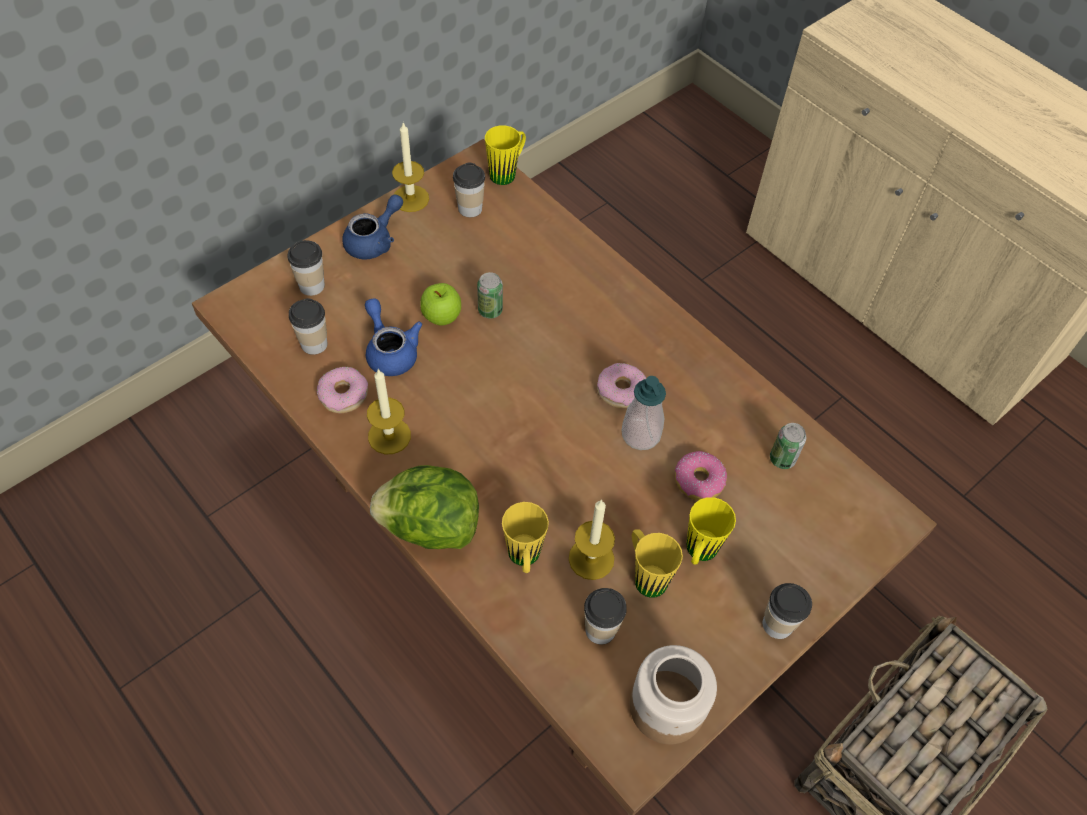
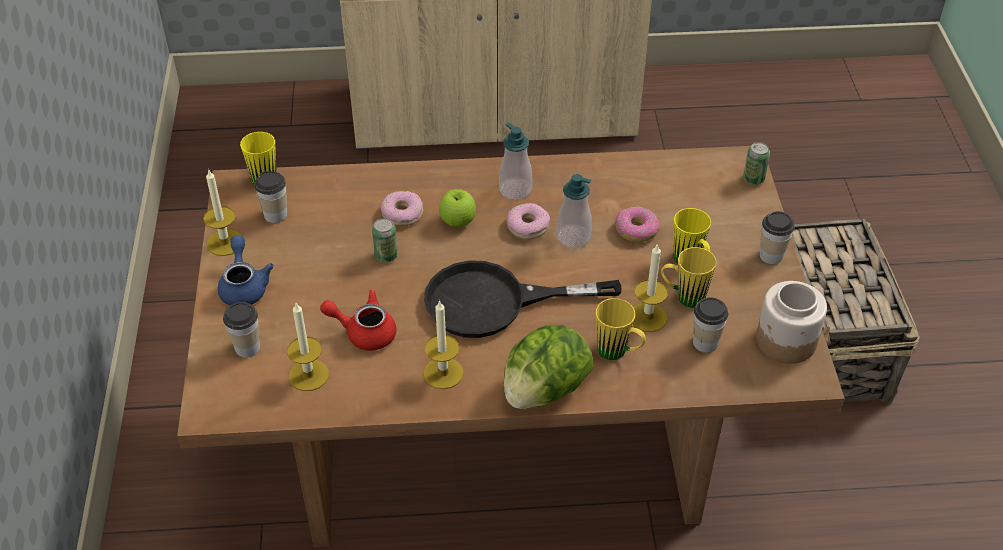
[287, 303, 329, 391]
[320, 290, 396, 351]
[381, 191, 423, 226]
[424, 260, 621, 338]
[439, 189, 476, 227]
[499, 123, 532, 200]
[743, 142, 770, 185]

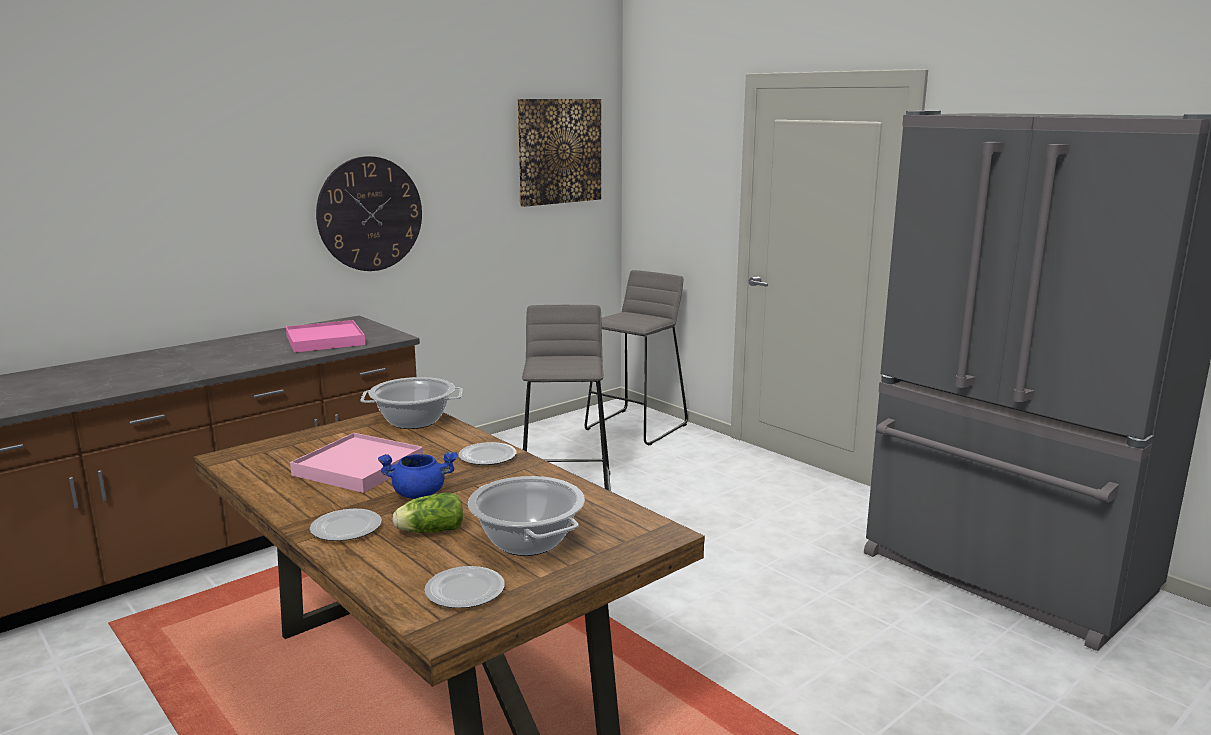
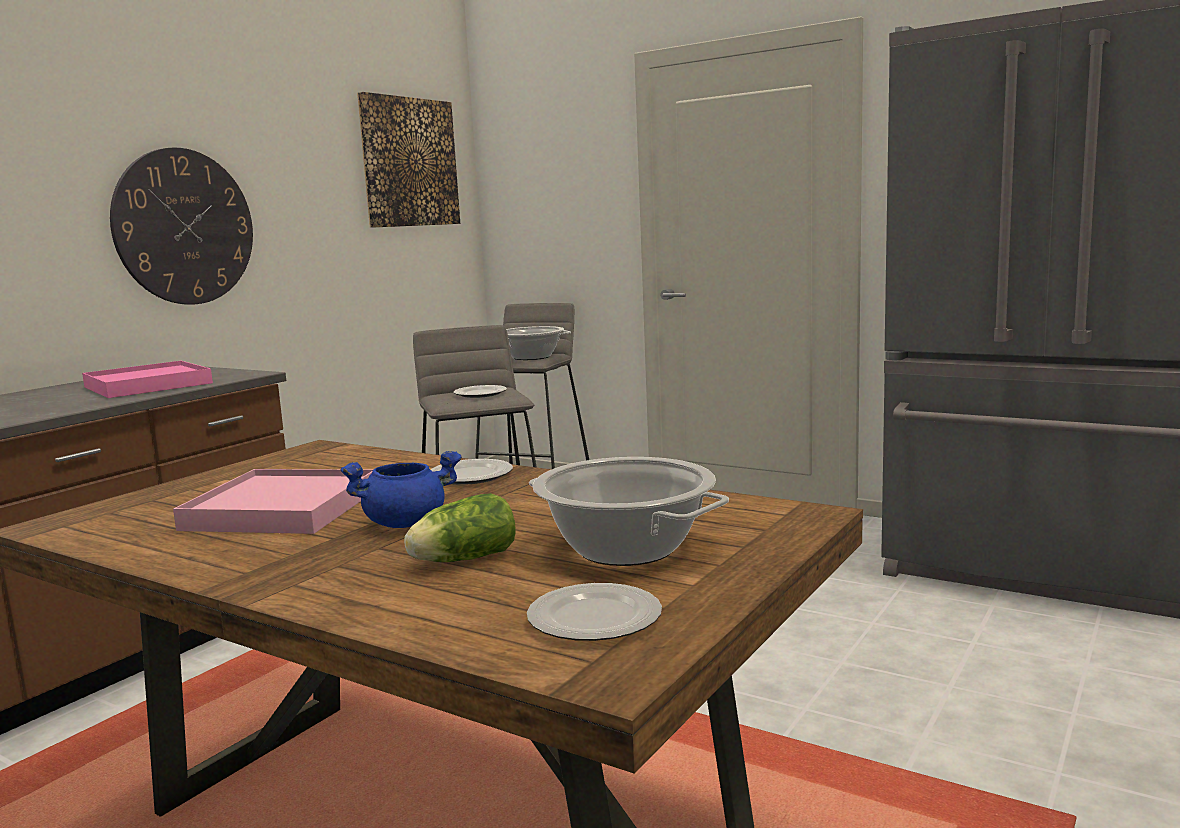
[454, 385, 507, 398]
[506, 326, 571, 360]

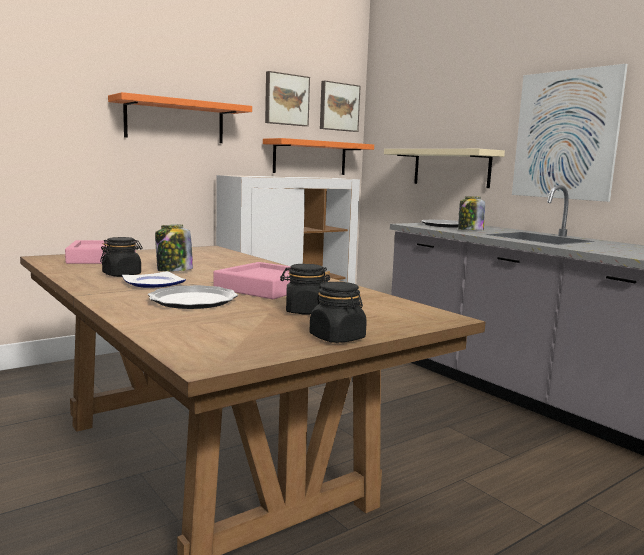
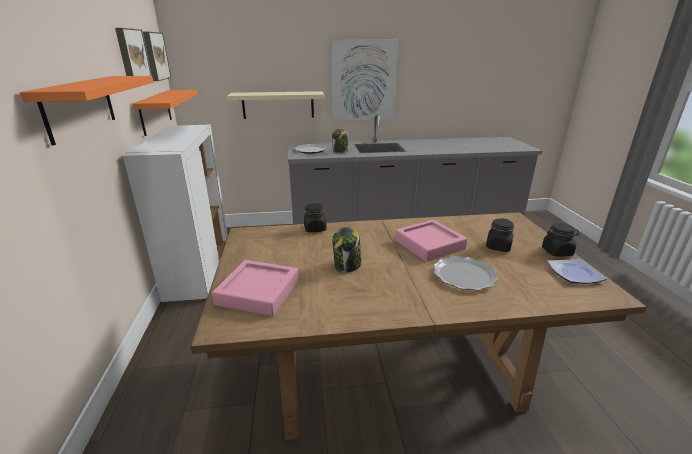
[304, 203, 327, 232]
[547, 259, 607, 284]

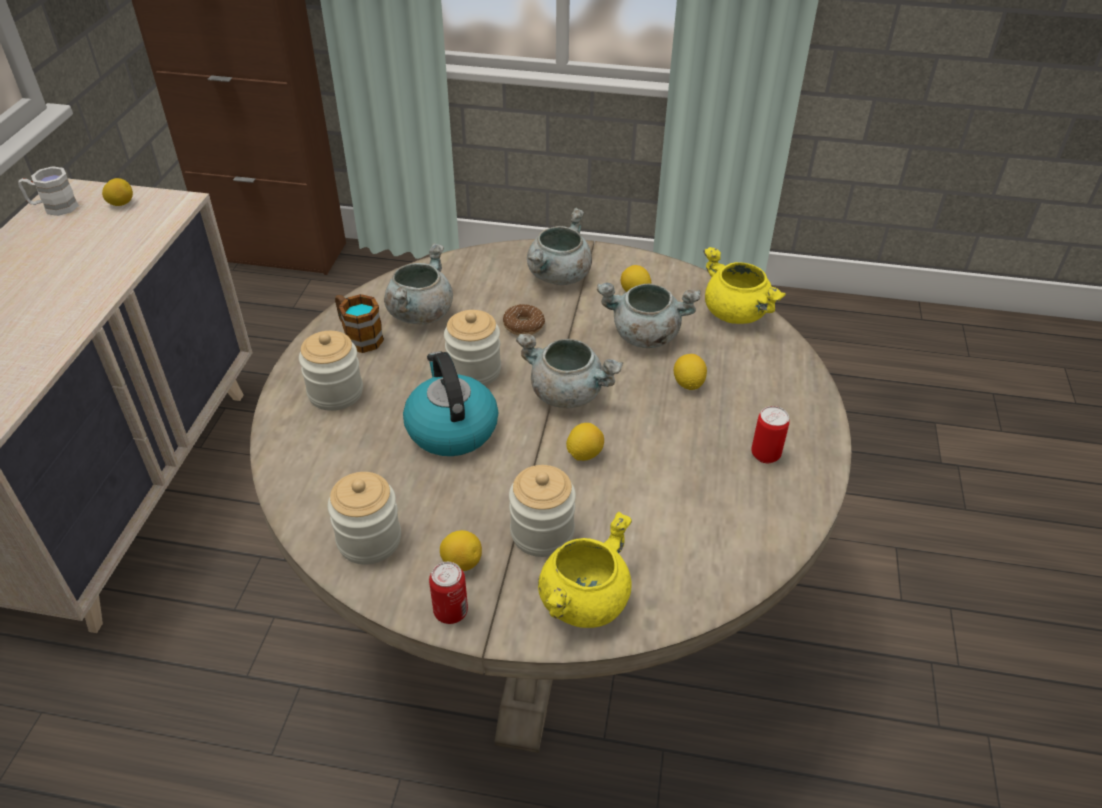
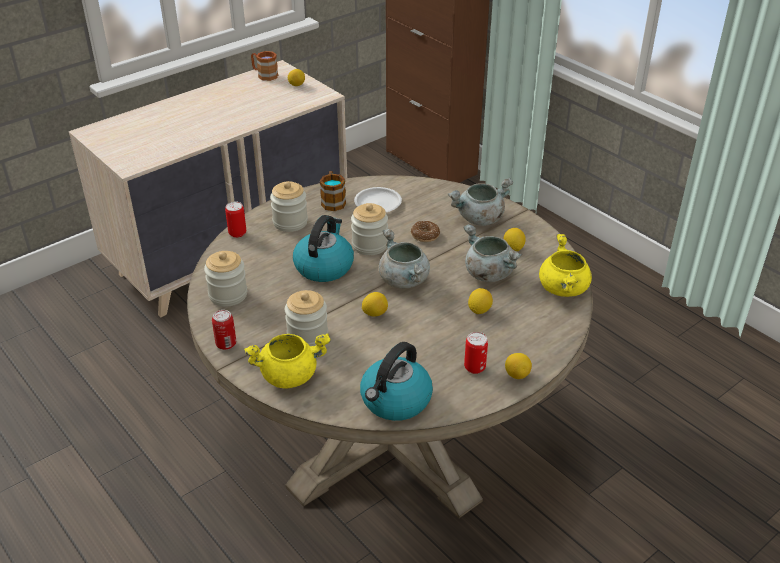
[225, 201, 246, 238]
[251, 51, 278, 81]
[354, 187, 402, 212]
[360, 342, 433, 421]
[505, 353, 532, 379]

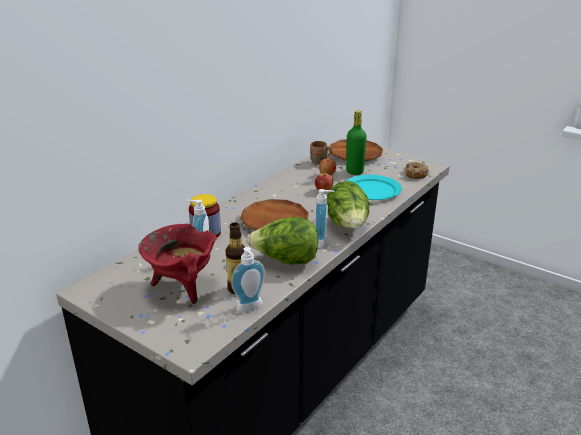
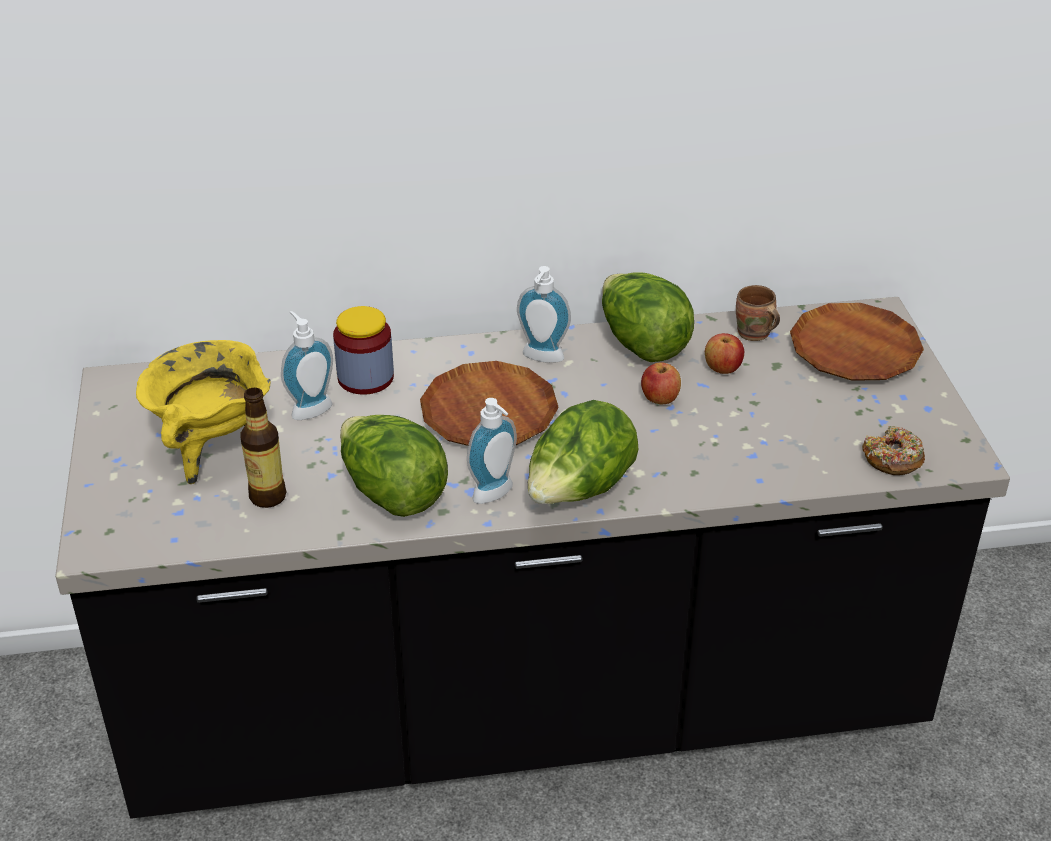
[136, 340, 271, 484]
[517, 266, 571, 363]
[602, 272, 694, 362]
[346, 111, 367, 175] (first image)
[347, 175, 402, 200] (first image)

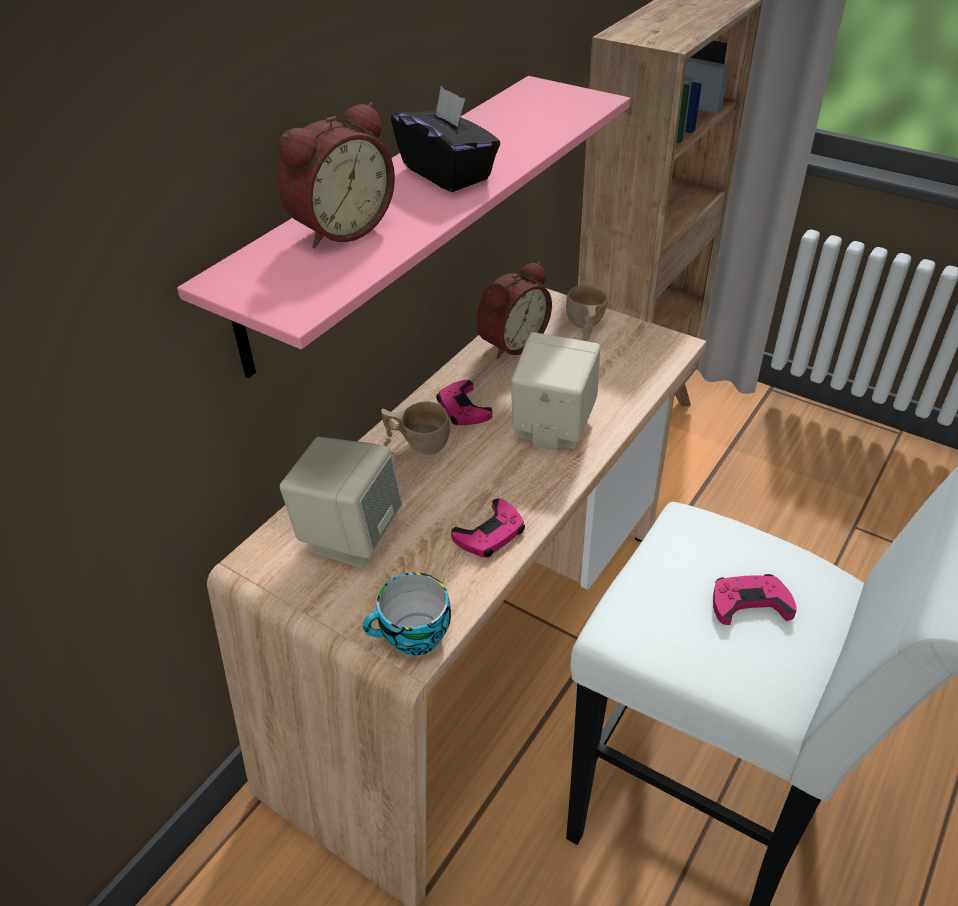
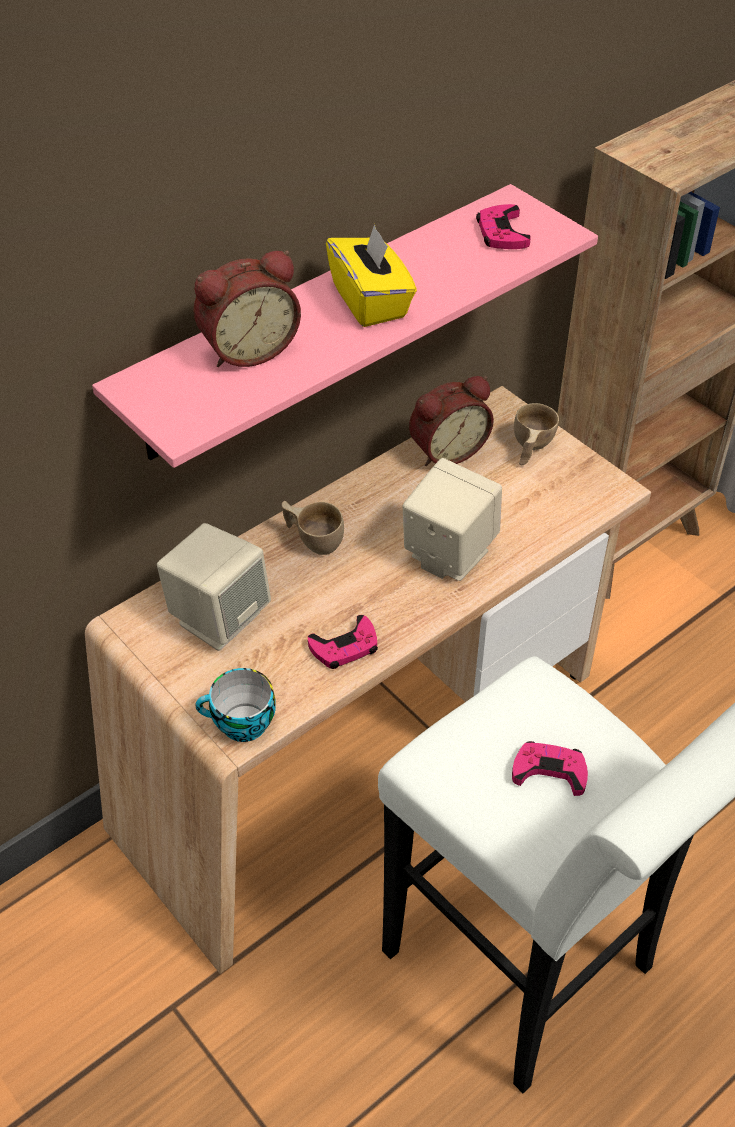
[326, 224, 417, 327]
[476, 204, 531, 249]

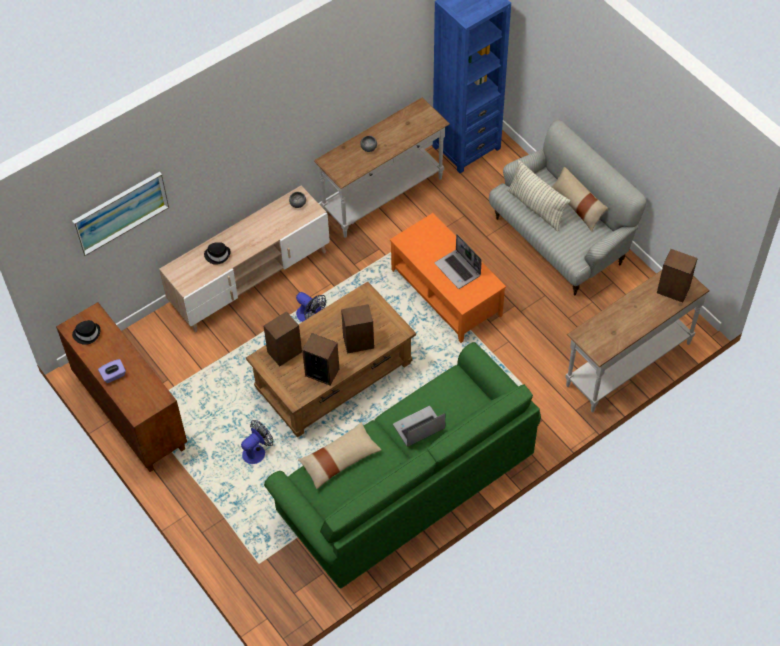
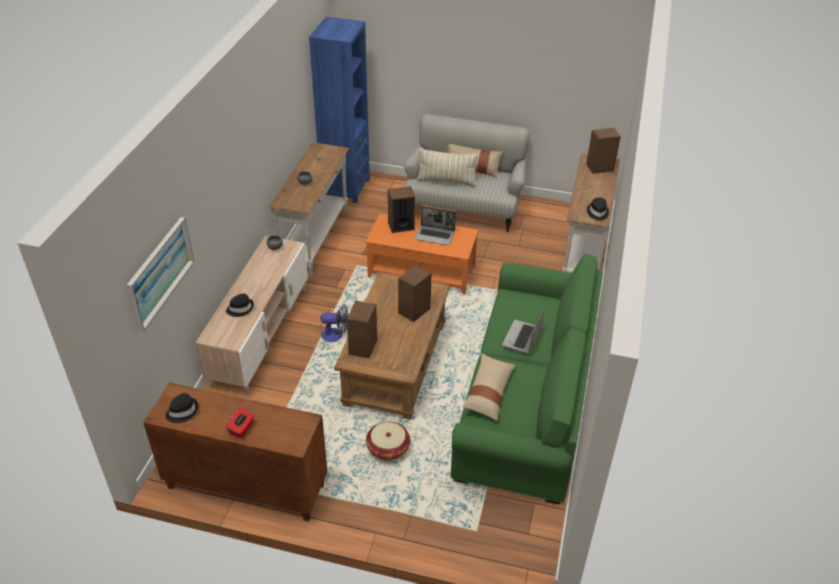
[226, 408, 254, 438]
[366, 422, 410, 461]
[388, 186, 415, 233]
[587, 197, 609, 221]

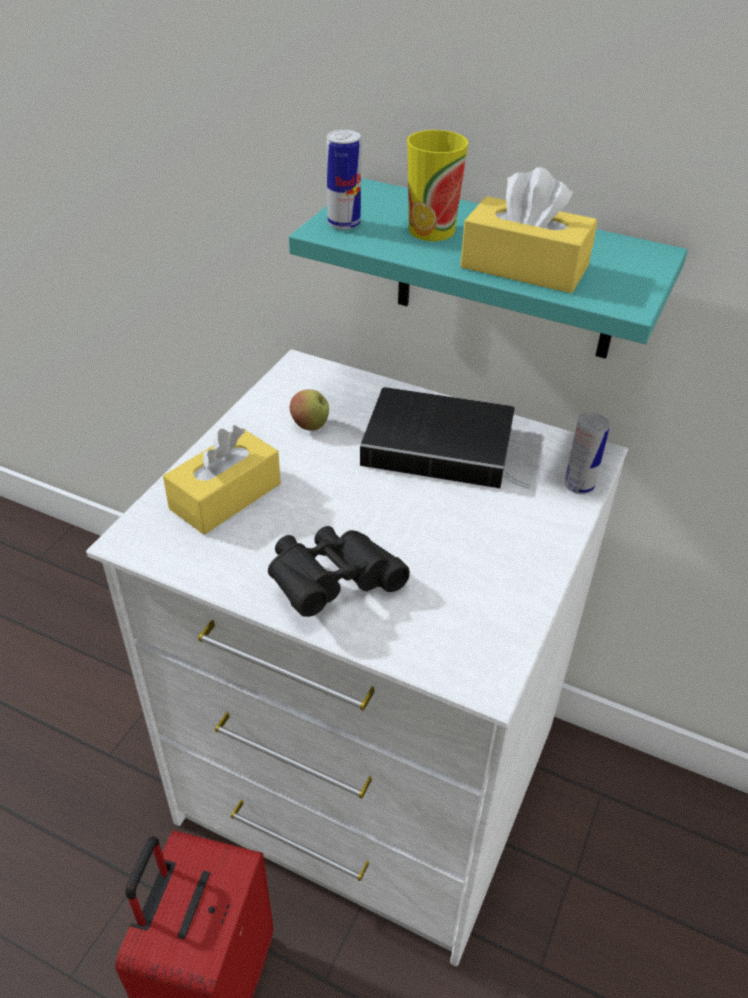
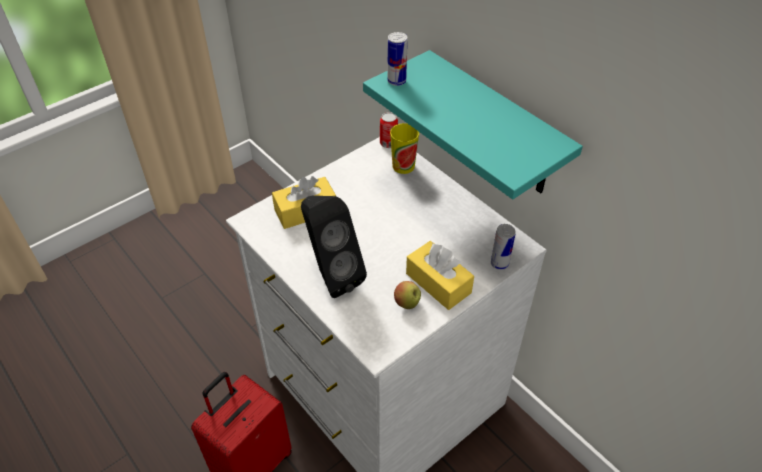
[301, 196, 367, 298]
[380, 112, 398, 148]
[390, 123, 419, 174]
[394, 281, 421, 309]
[406, 241, 474, 310]
[360, 387, 531, 488] (first image)

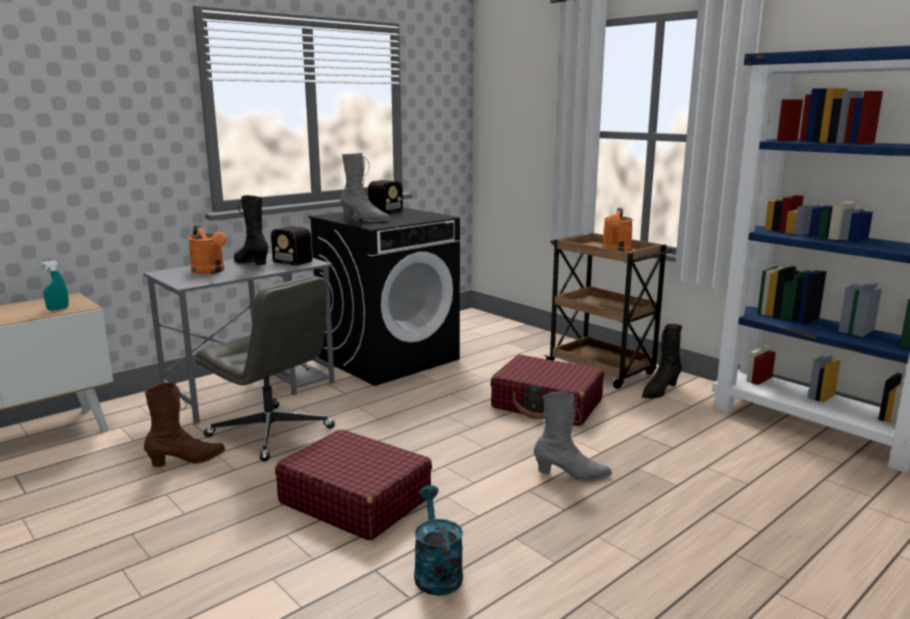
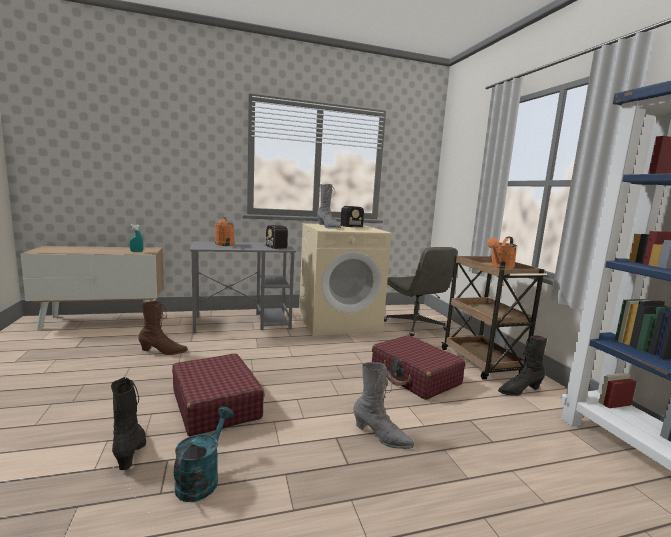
[111, 377, 146, 470]
[299, 223, 392, 336]
[384, 247, 458, 336]

